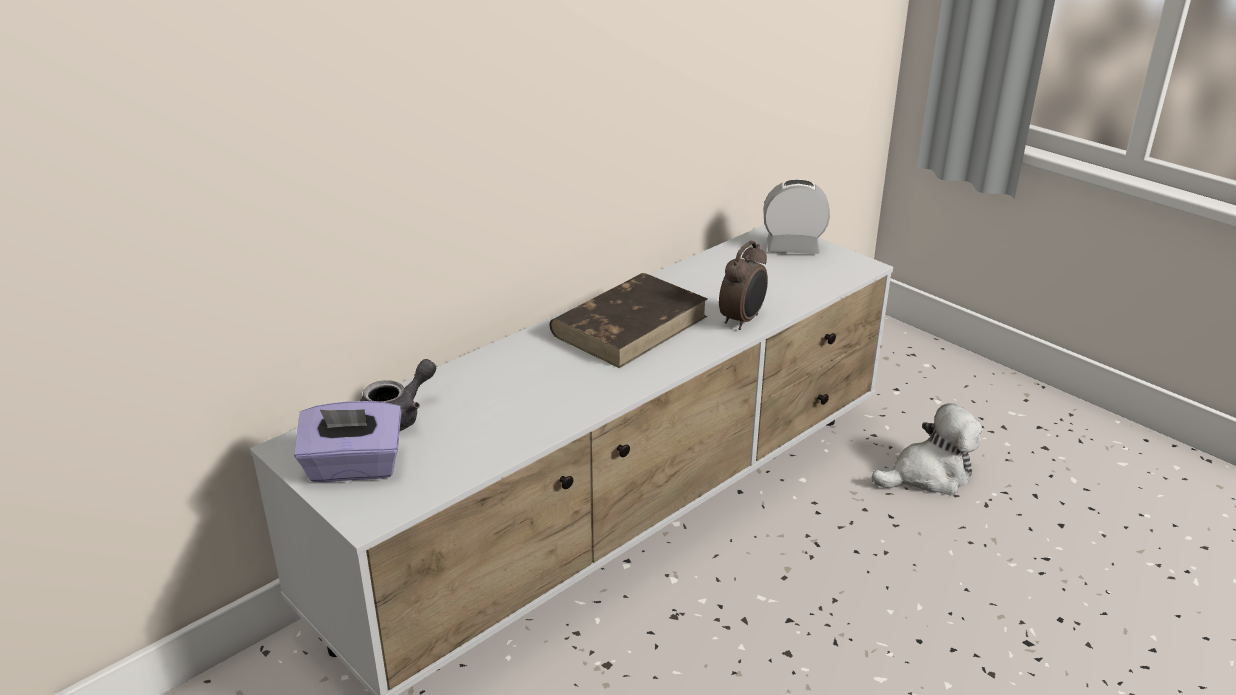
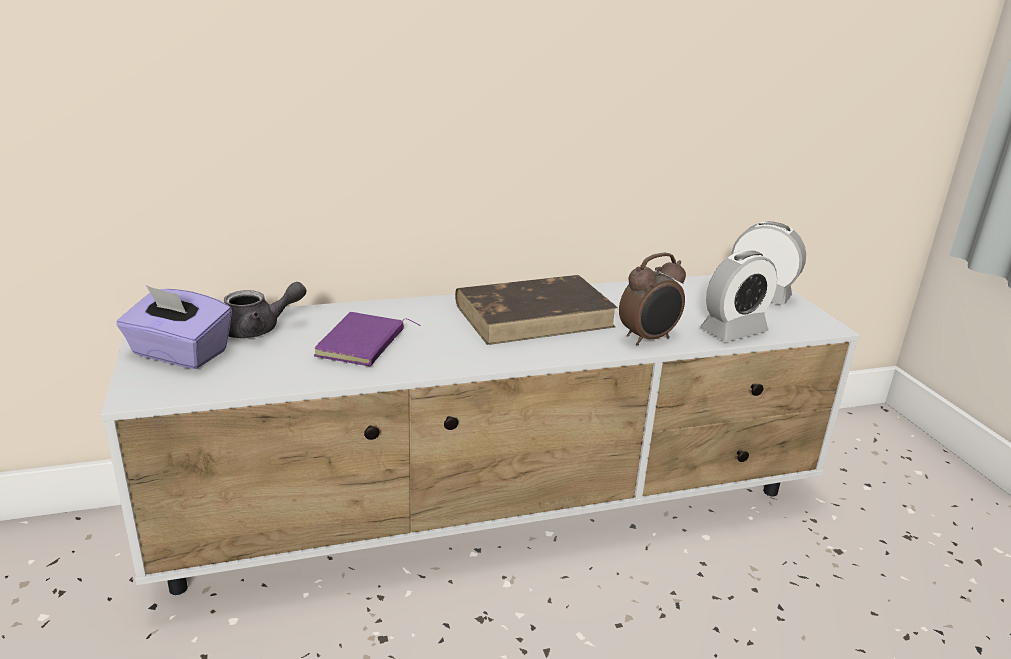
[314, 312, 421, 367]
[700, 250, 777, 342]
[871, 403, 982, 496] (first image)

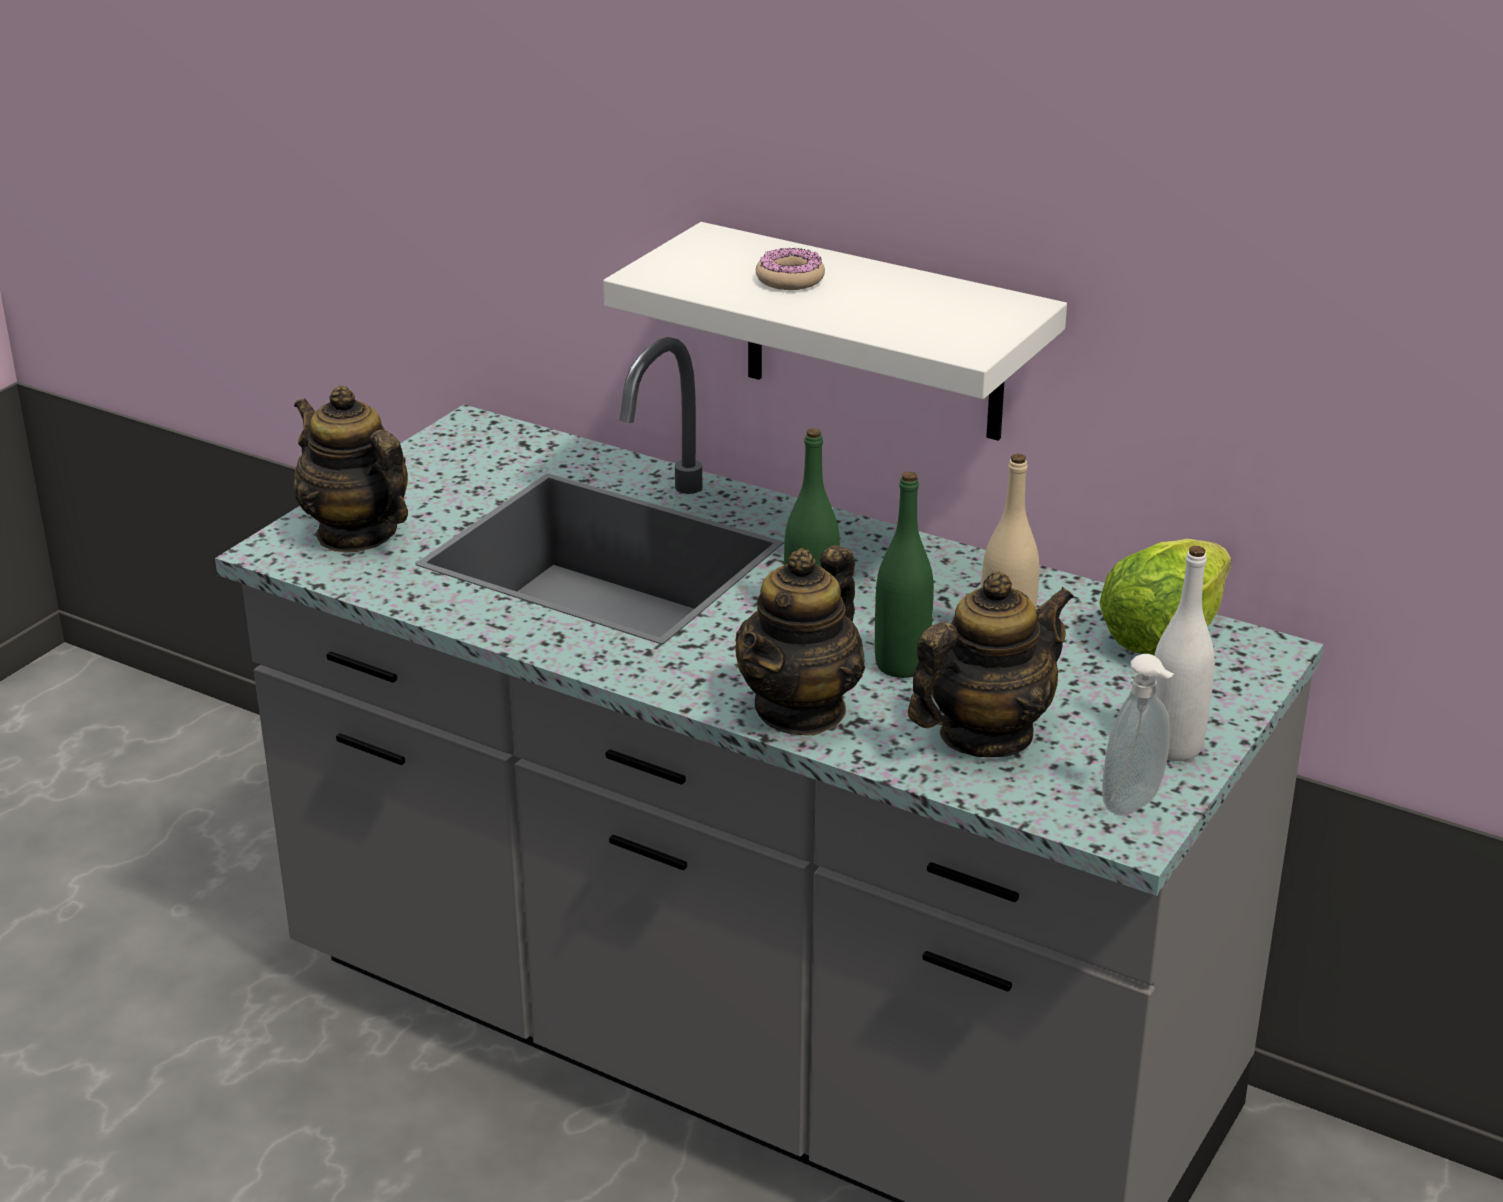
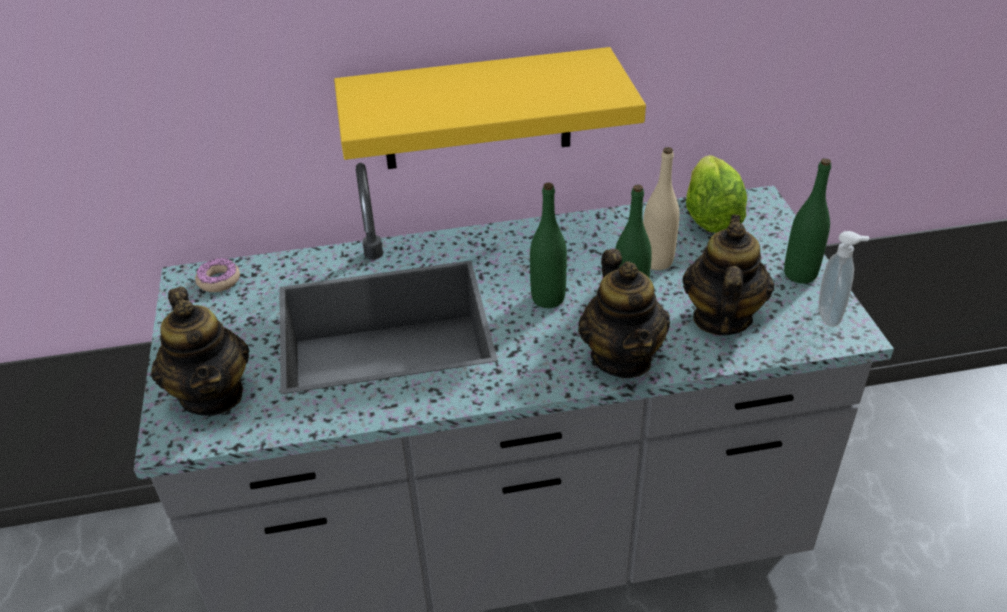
[151, 287, 249, 416]
[195, 258, 240, 292]
[334, 47, 646, 169]
[784, 158, 831, 283]

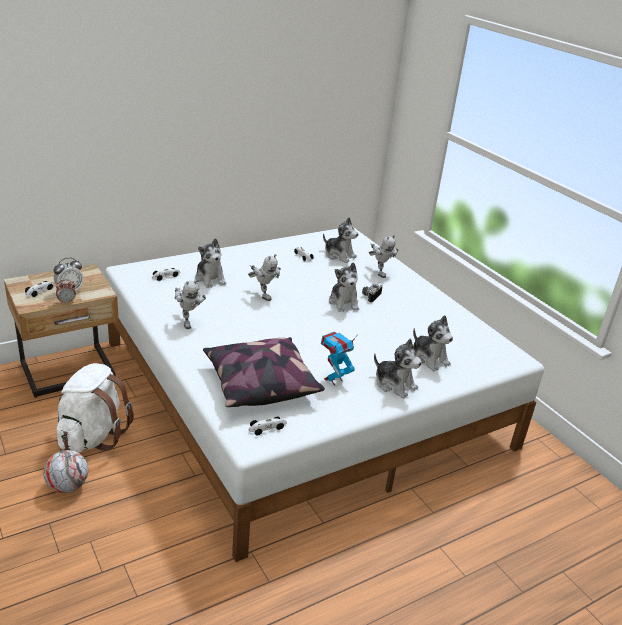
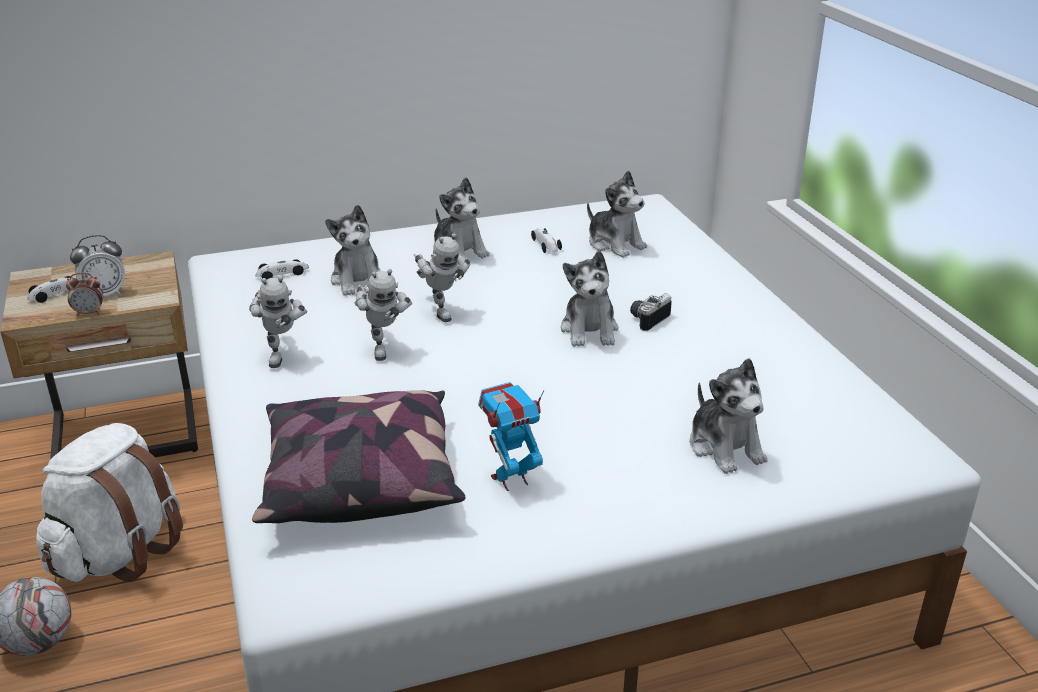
[355, 269, 412, 361]
[433, 177, 490, 259]
[248, 417, 287, 435] (first image)

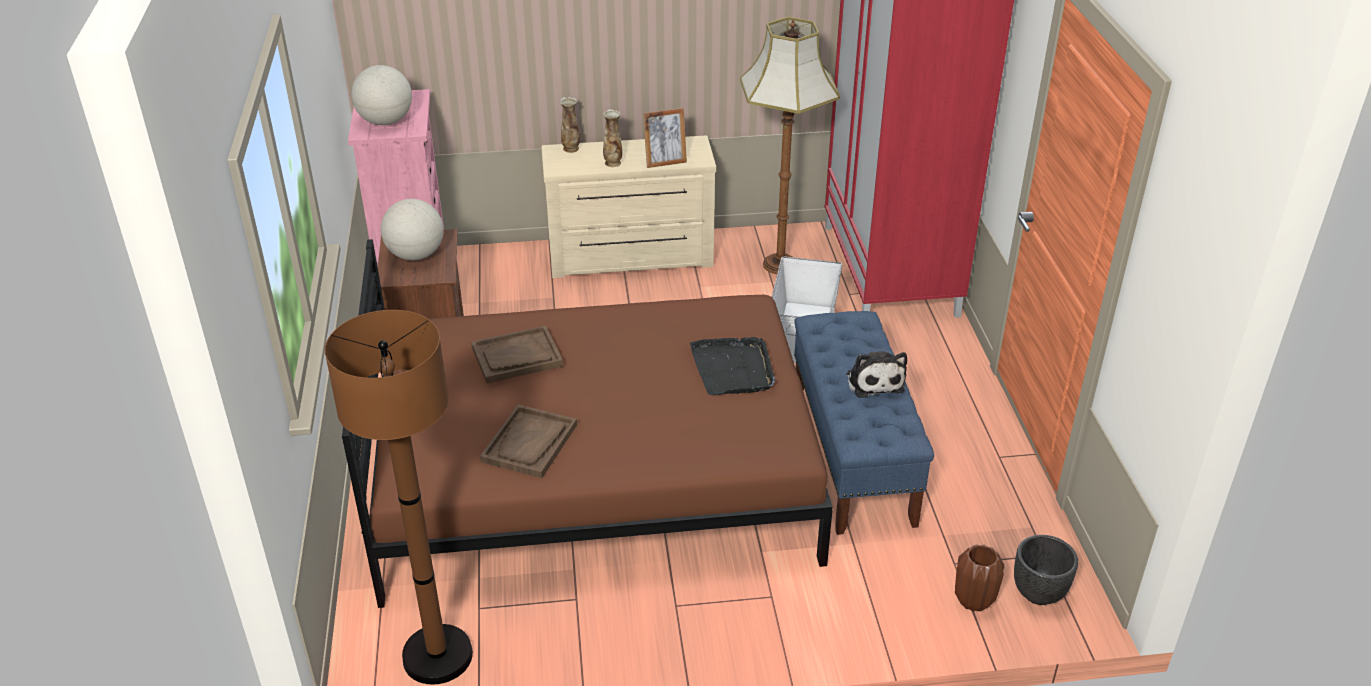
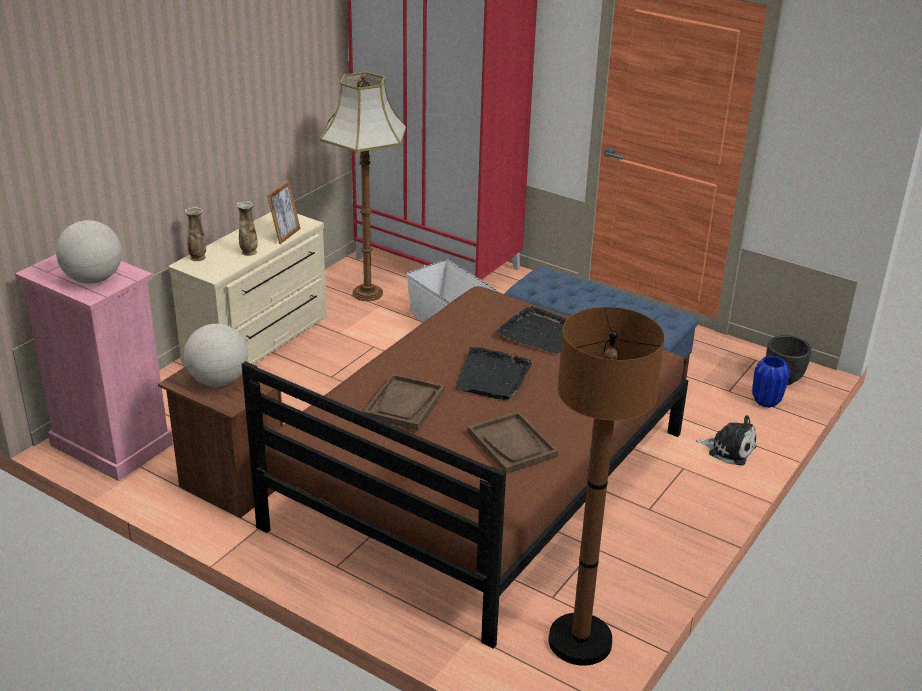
[455, 347, 532, 400]
[696, 415, 756, 465]
[752, 356, 790, 408]

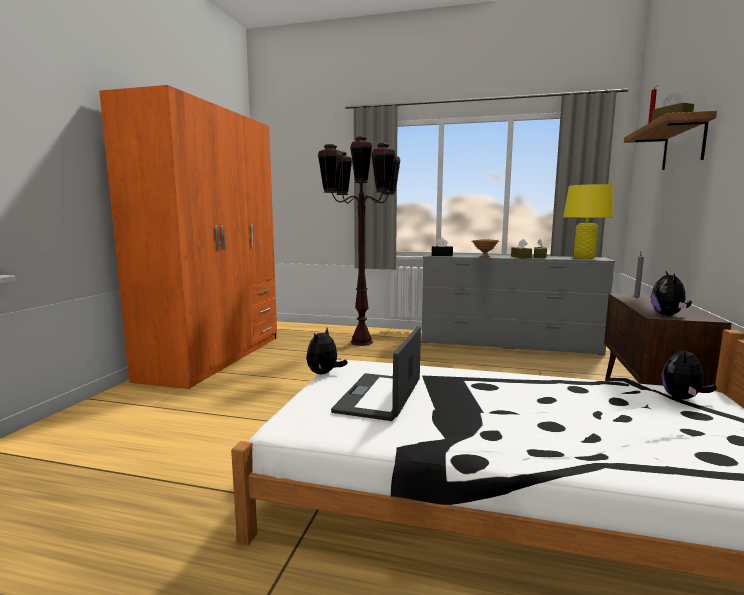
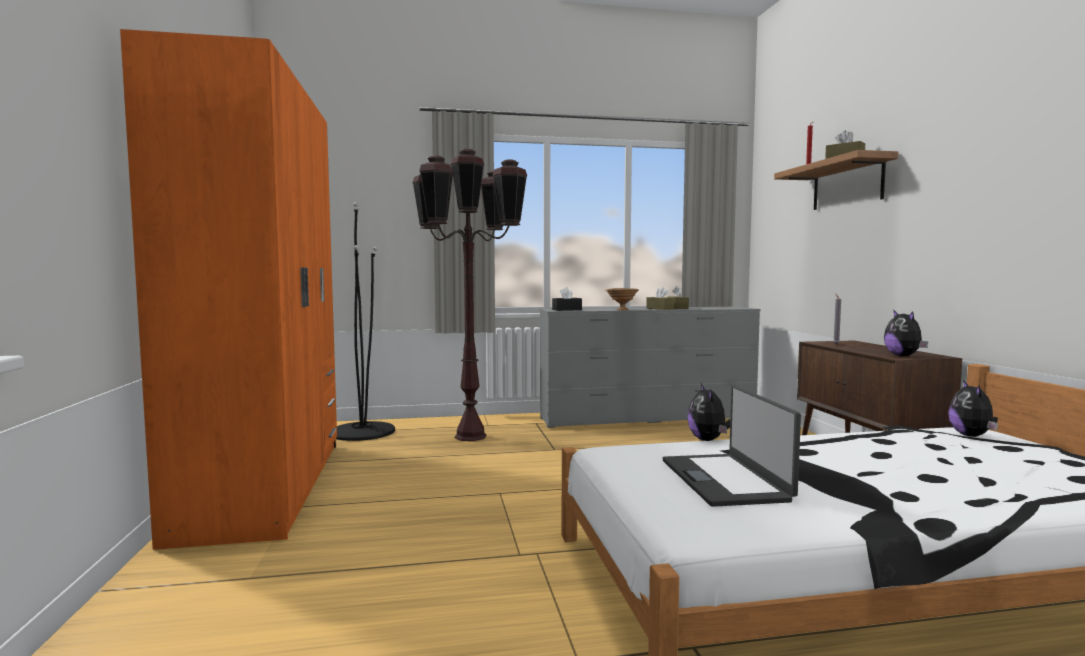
[336, 202, 395, 441]
[687, 384, 730, 441]
[563, 184, 613, 259] (first image)

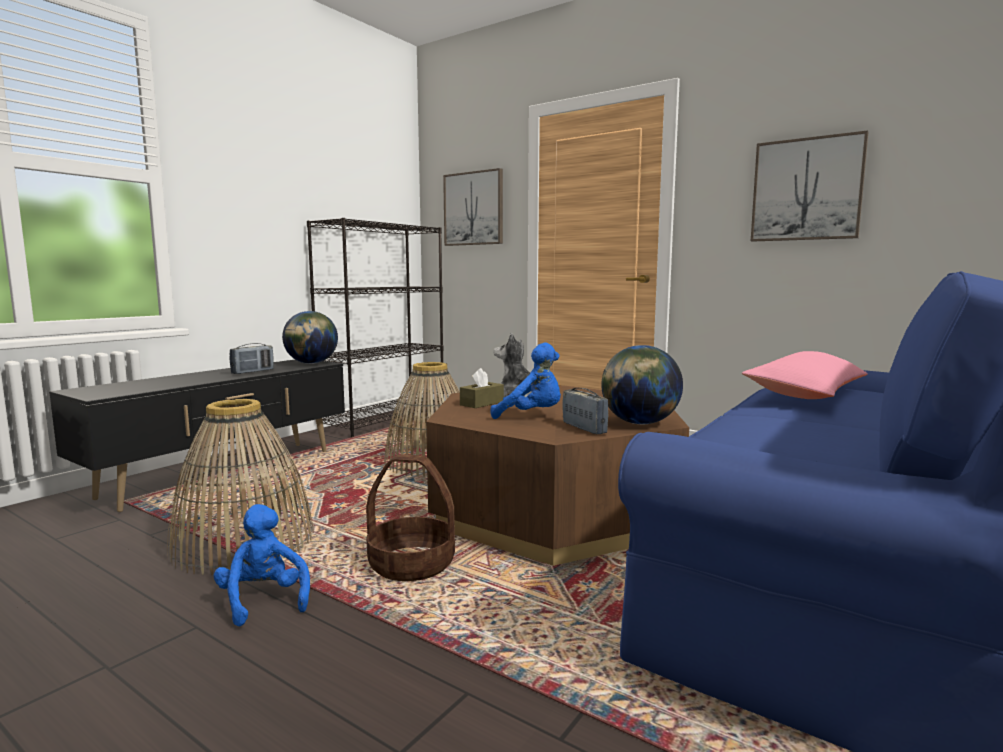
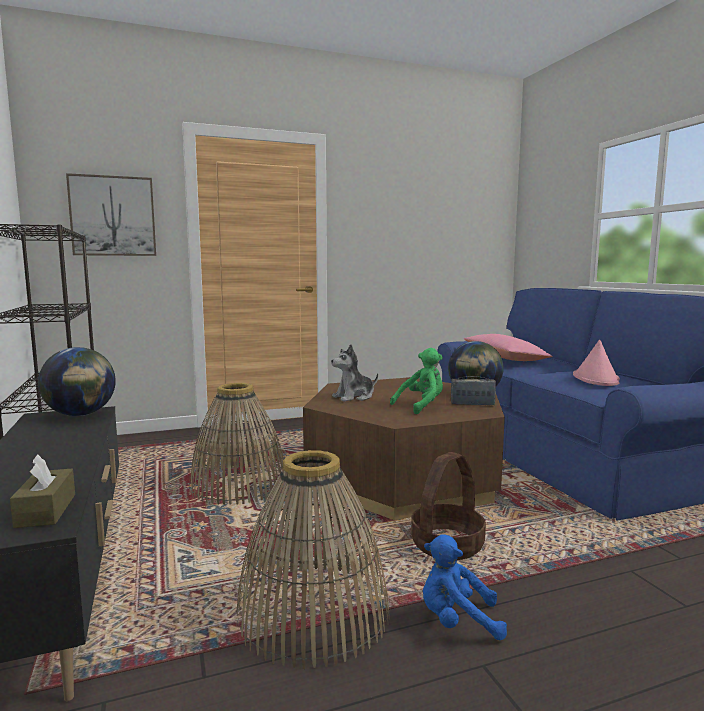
[10, 454, 75, 528]
[390, 348, 443, 414]
[573, 340, 620, 386]
[230, 343, 274, 374] (first image)
[751, 130, 868, 242] (first image)

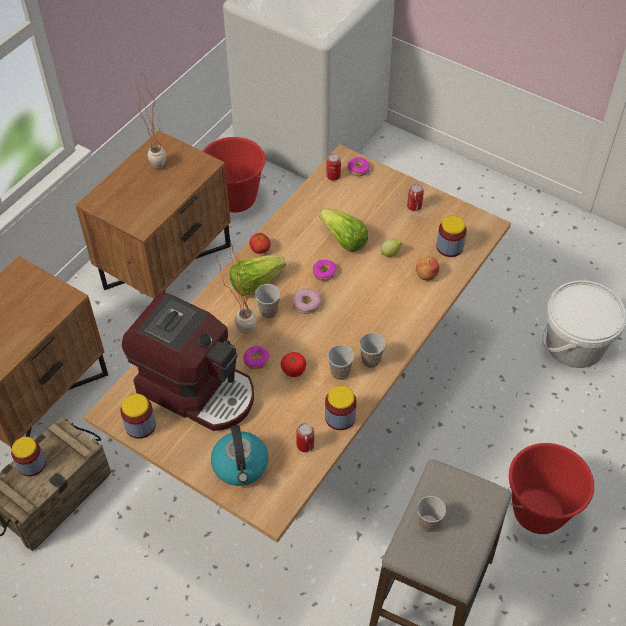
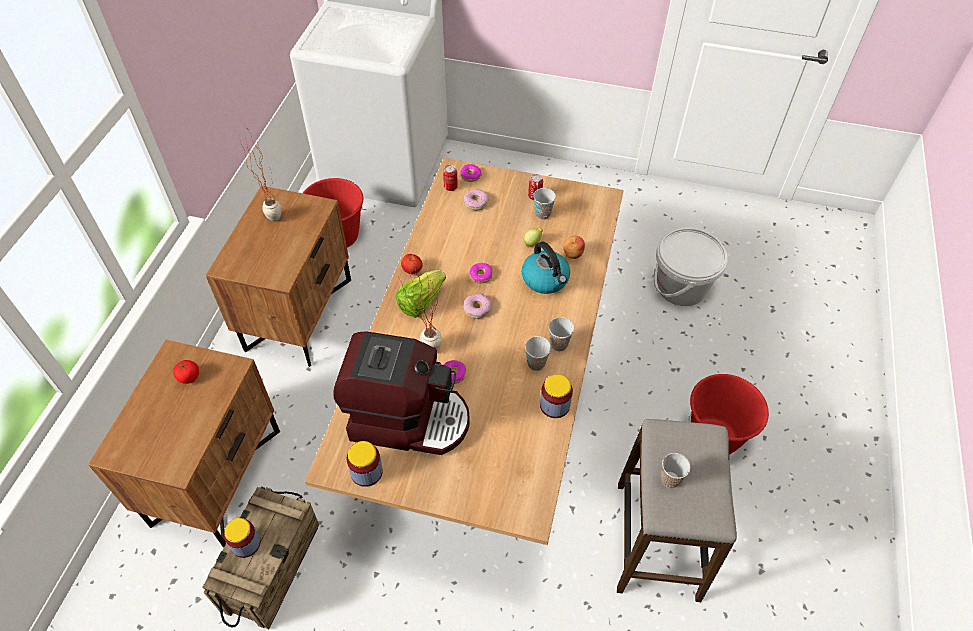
[173, 360, 199, 384]
[464, 189, 489, 210]
[522, 242, 570, 294]
[533, 188, 556, 219]
[296, 423, 314, 452] (first image)
[319, 208, 368, 252] (first image)
[436, 216, 467, 257] (first image)

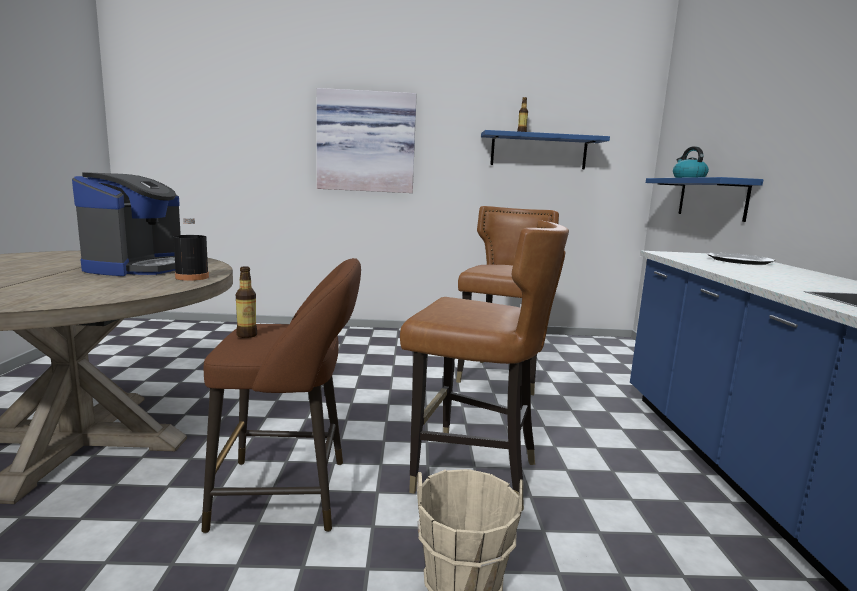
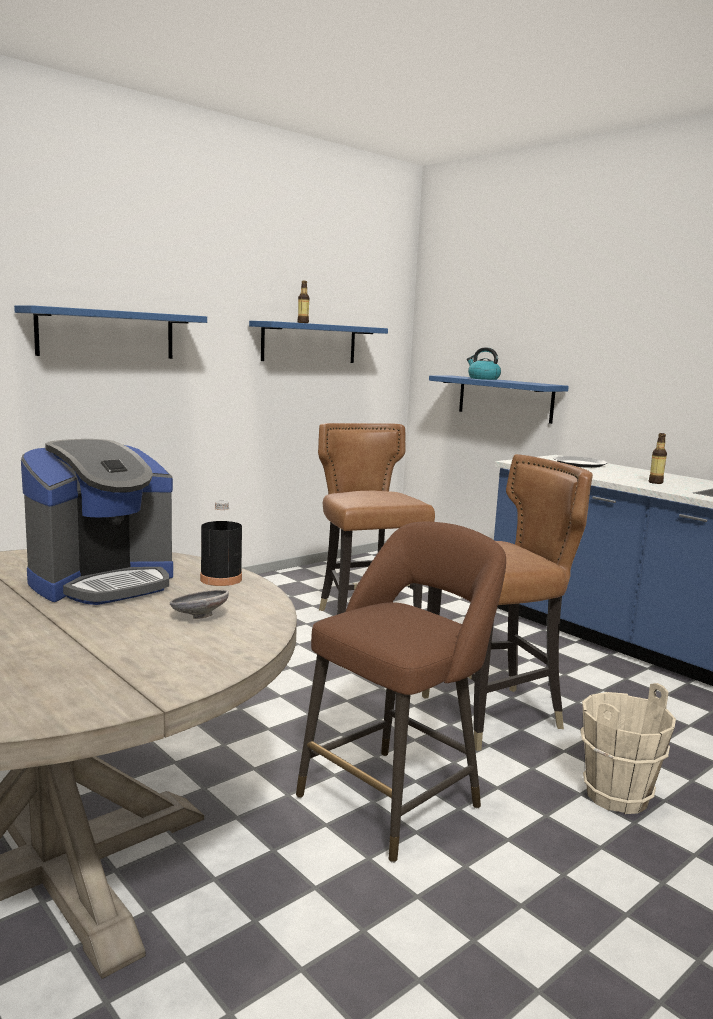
[14, 305, 207, 359]
[21, 439, 173, 605]
[170, 589, 229, 619]
[649, 433, 667, 484]

